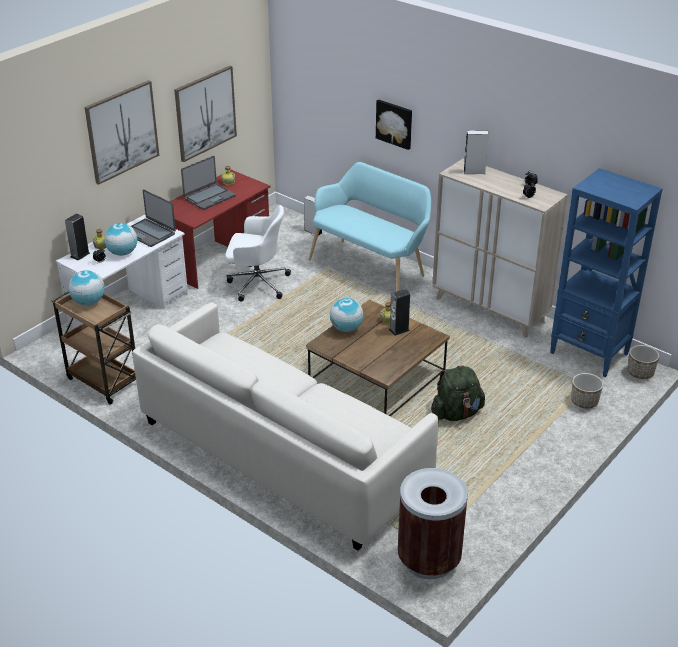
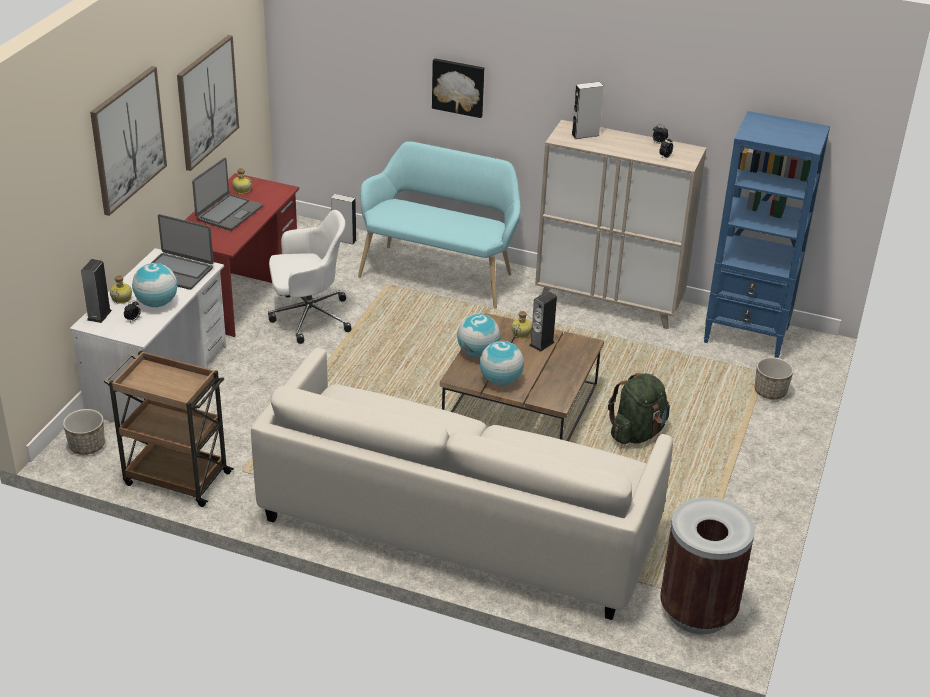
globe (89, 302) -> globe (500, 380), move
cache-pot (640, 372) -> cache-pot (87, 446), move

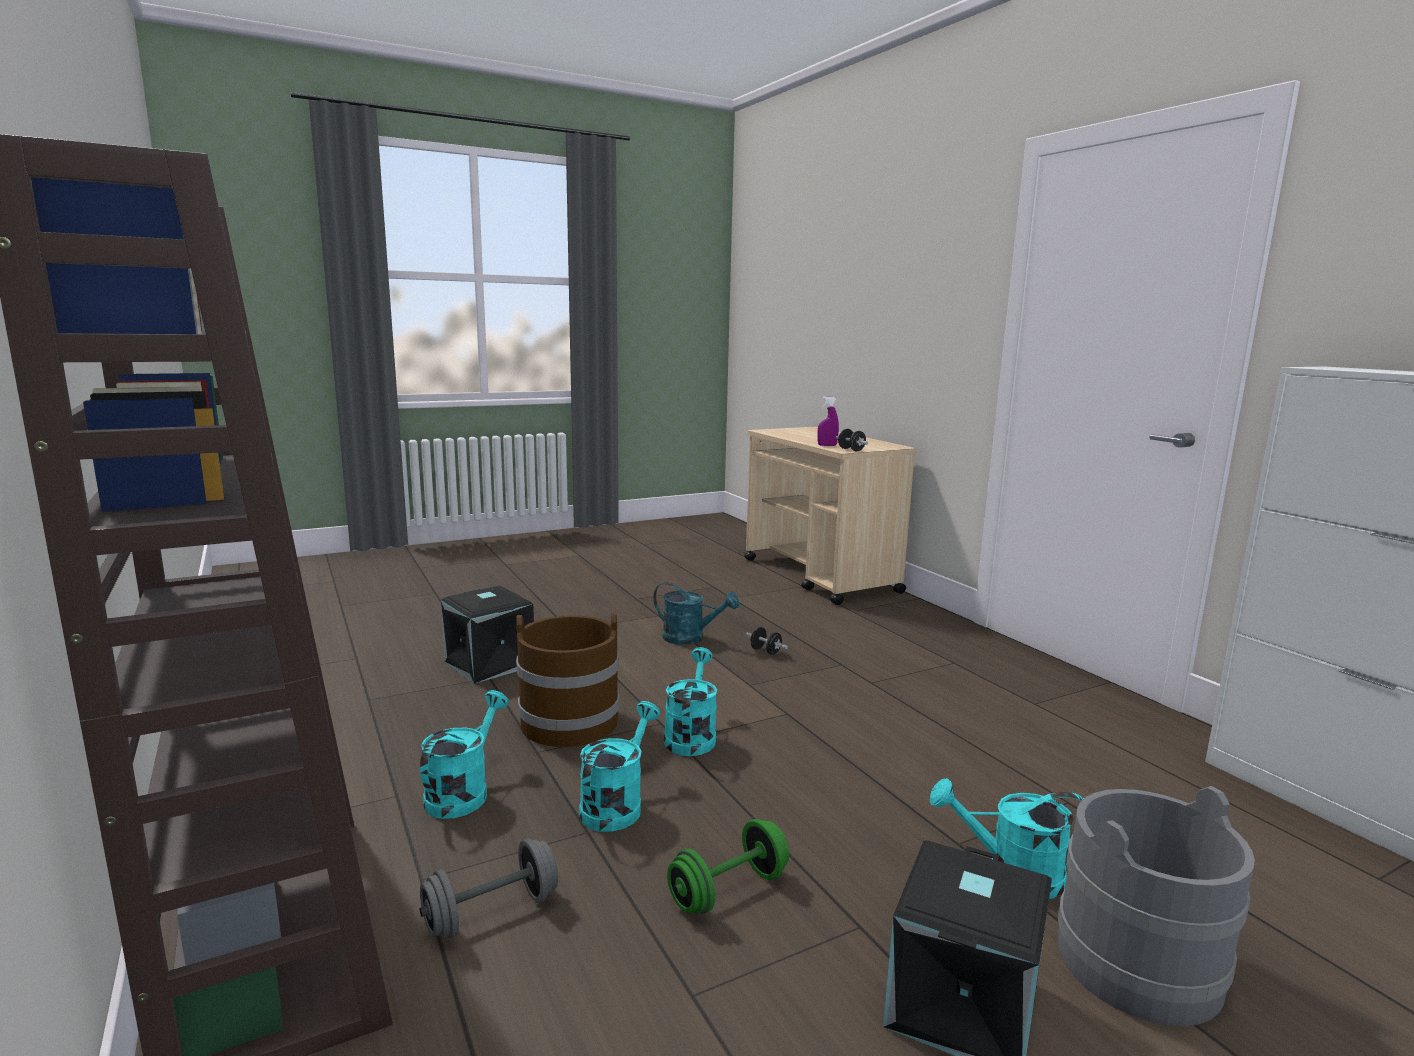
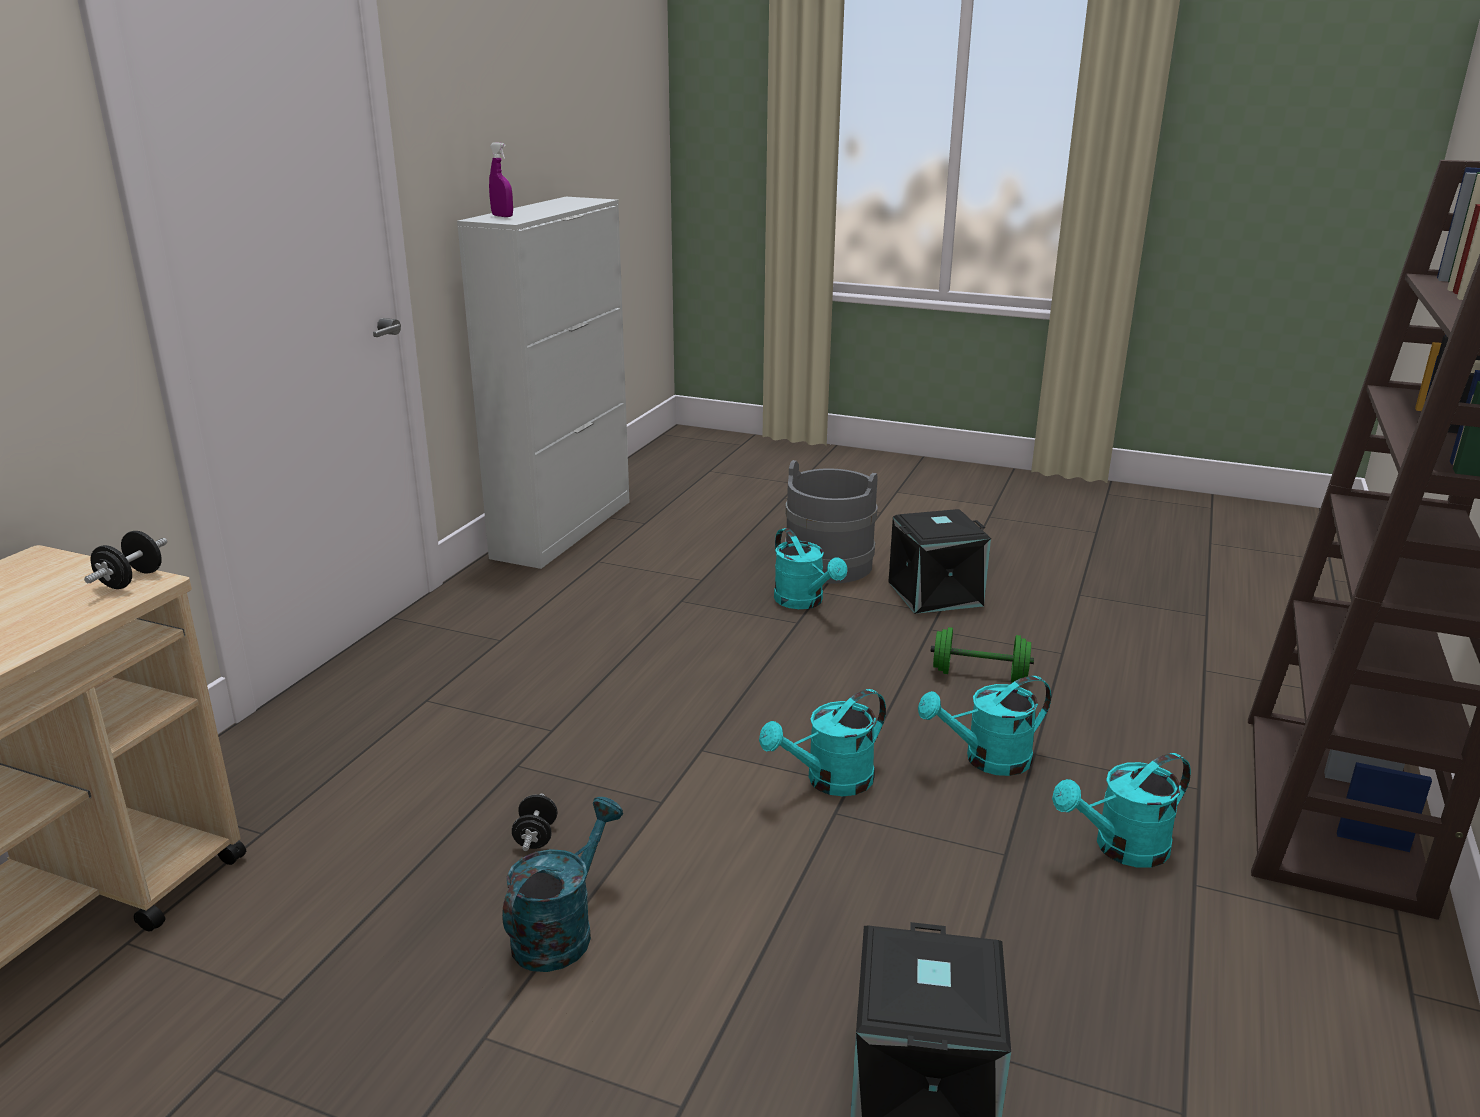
haltère (gris) (491, 913) -> none
seau (marron) (568, 722) -> none
vaporisateur (violet) (827, 445) -> vaporisateur (violet) (502, 216), move
arrosoir (turquoise) (690, 638) -> arrosoir (turquoise) (561, 930), 45 degrees clockwise

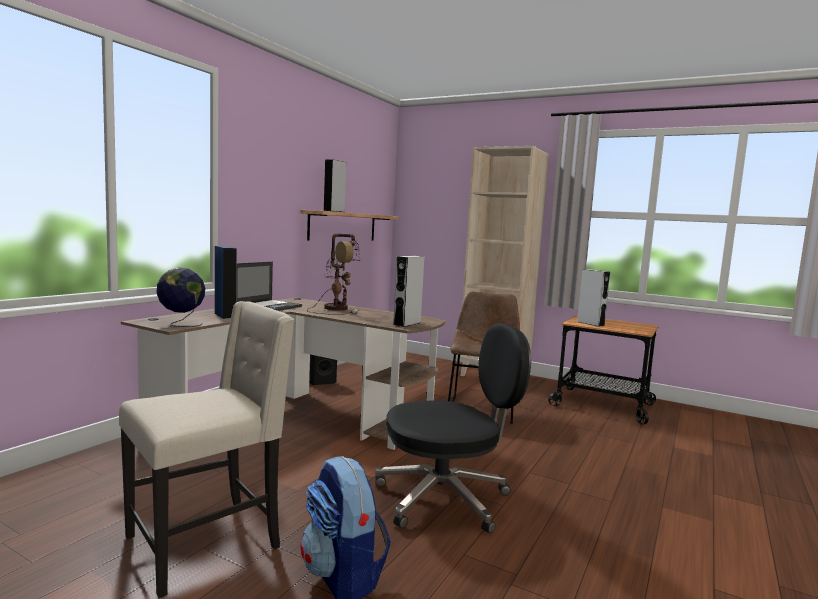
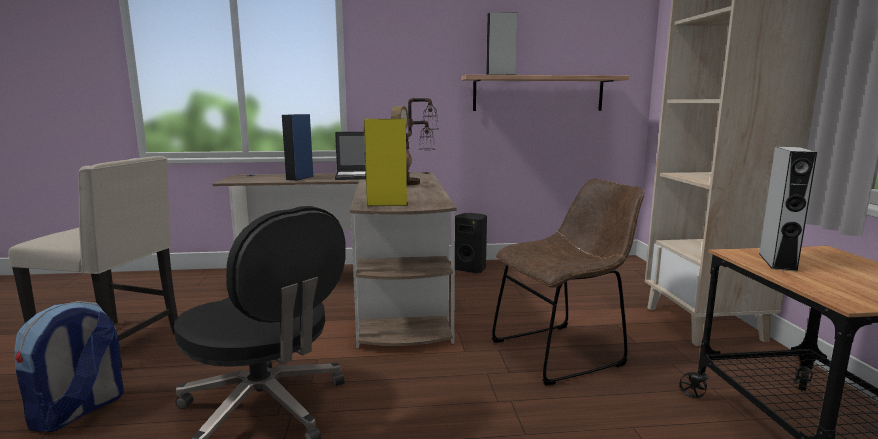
globe (181, 324) -> none
enceinte (gris) (407, 323) -> enceinte (jaune) (387, 204)

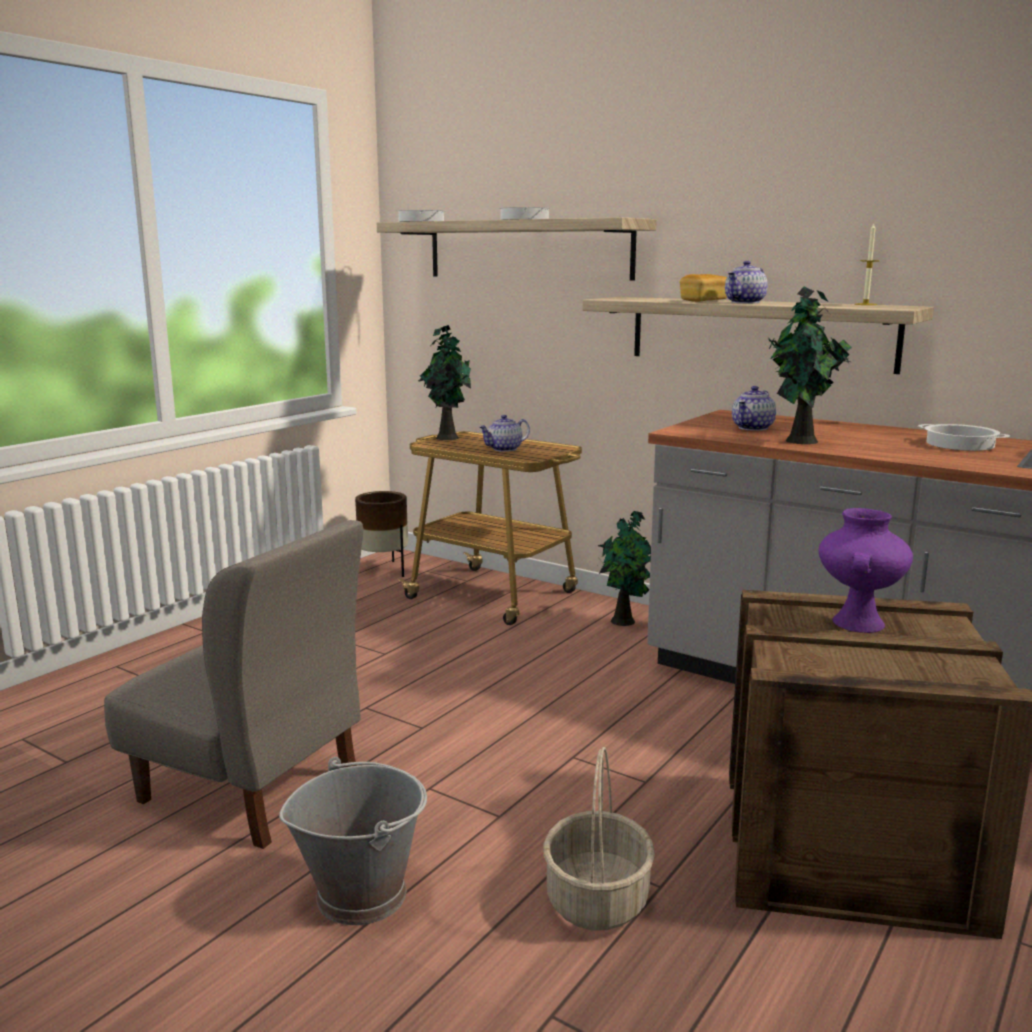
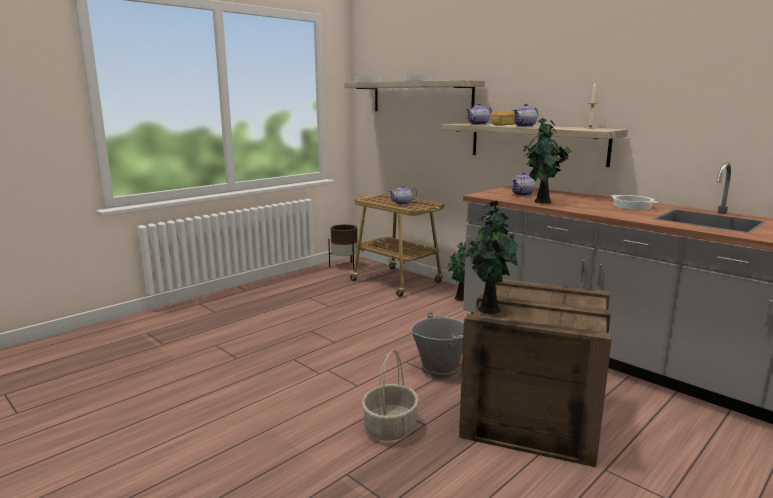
chaise (gris) (250, 788) -> none
vase (violet) (857, 622) -> none
none -> théière (478, 124)
seau (gris) (361, 894) -> seau (gris) (440, 370), move
plante en pot (446, 437) -> plante en pot (488, 308), move

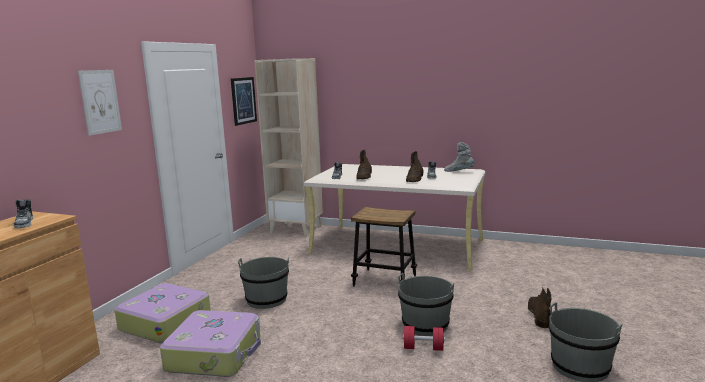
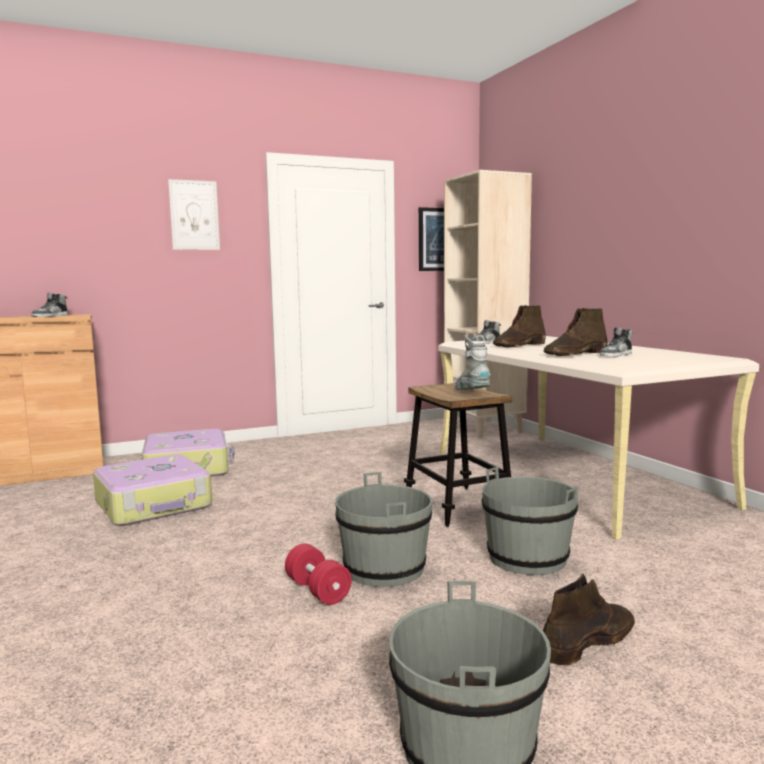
seau (gris) (266, 299) -> seau (gris) (527, 558), move
botte (gris) (458, 171) -> botte (gris) (472, 393), move

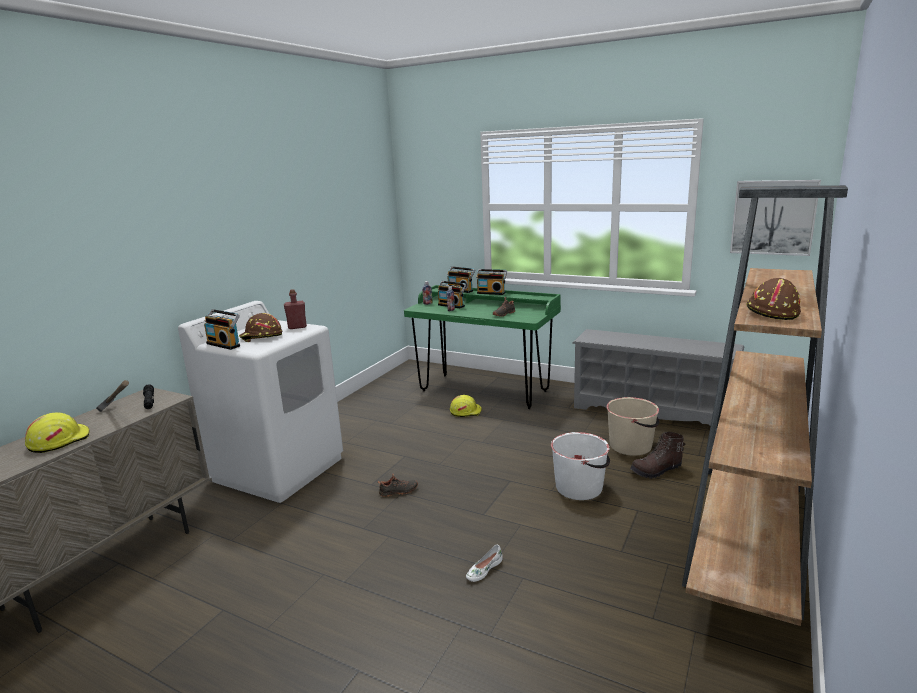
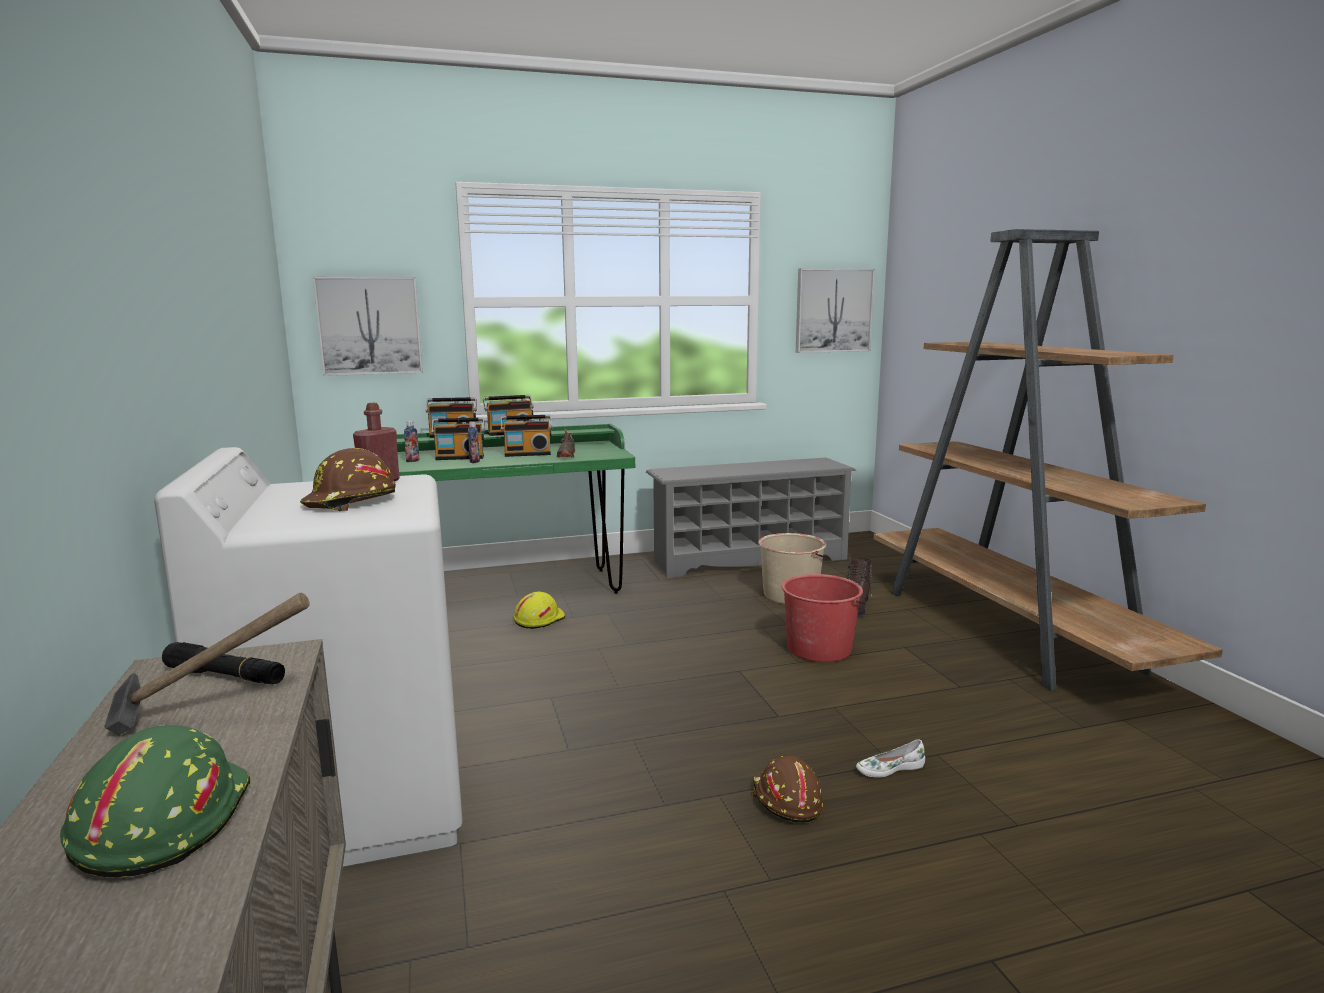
chaussure (noir) (399, 492) -> none
none -> tableau (369, 326)
radio (225, 344) -> radio (527, 454), move
casque de chantier (marron) (771, 312) -> casque de chantier (marron) (785, 801), move
casque de chantier (jaune) (59, 441) -> casque de chantier (vert) (161, 822)
seau (blanc) (579, 487) -> seau (rouge) (819, 649)
chaussure (blanc) (483, 569) -> chaussure (blanc) (889, 768), 75 degrees clockwise

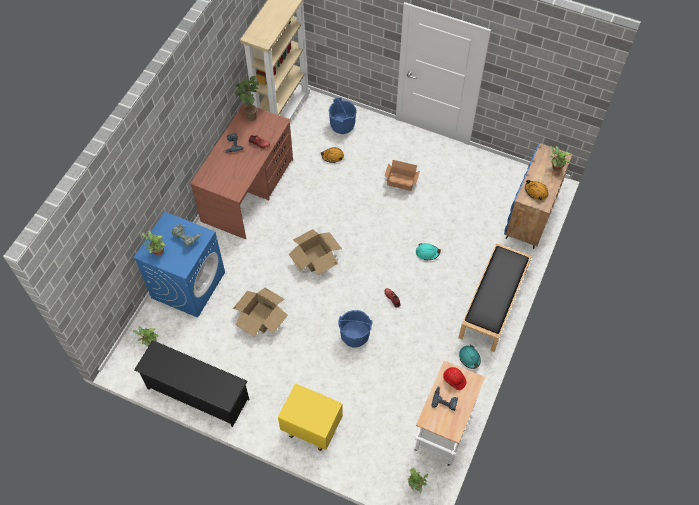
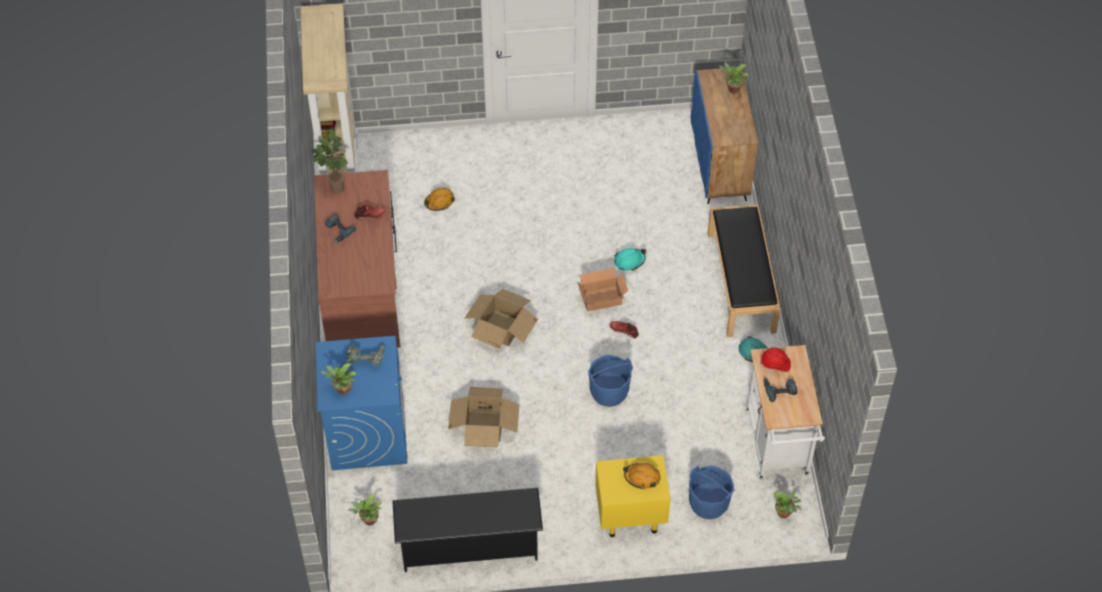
seau (bleu) (342, 125) -> seau (bleu) (708, 503), move
carton (401, 182) -> carton (602, 299), move
casque de chantier (orange) (536, 192) -> casque de chantier (orange) (642, 477), move

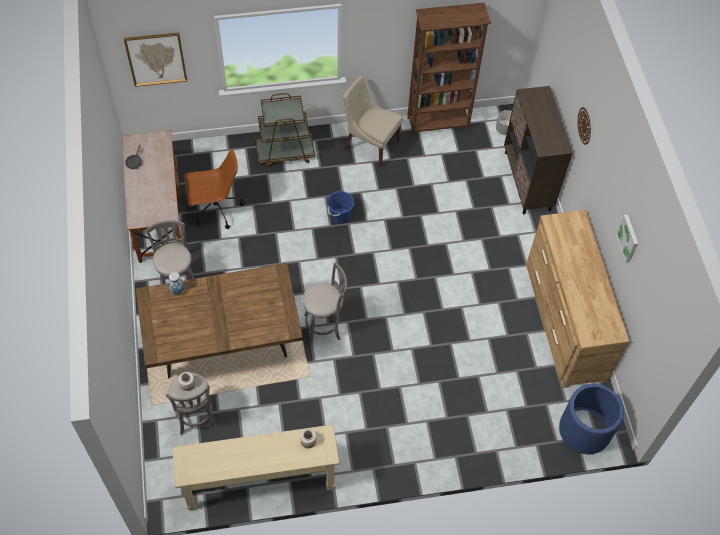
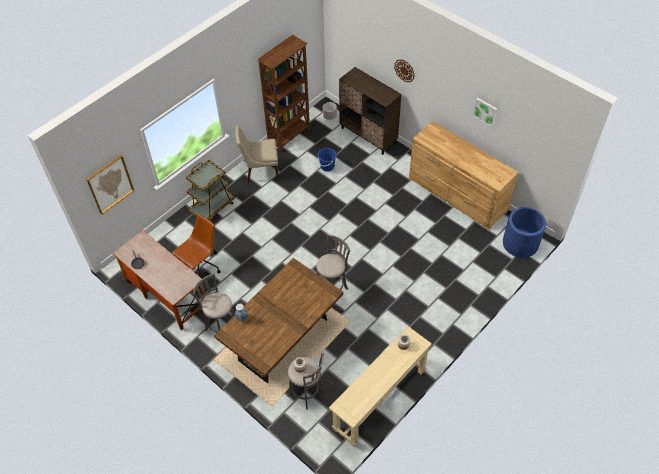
seau (bleu) (340, 216) -> seau (bleu) (327, 166), move

